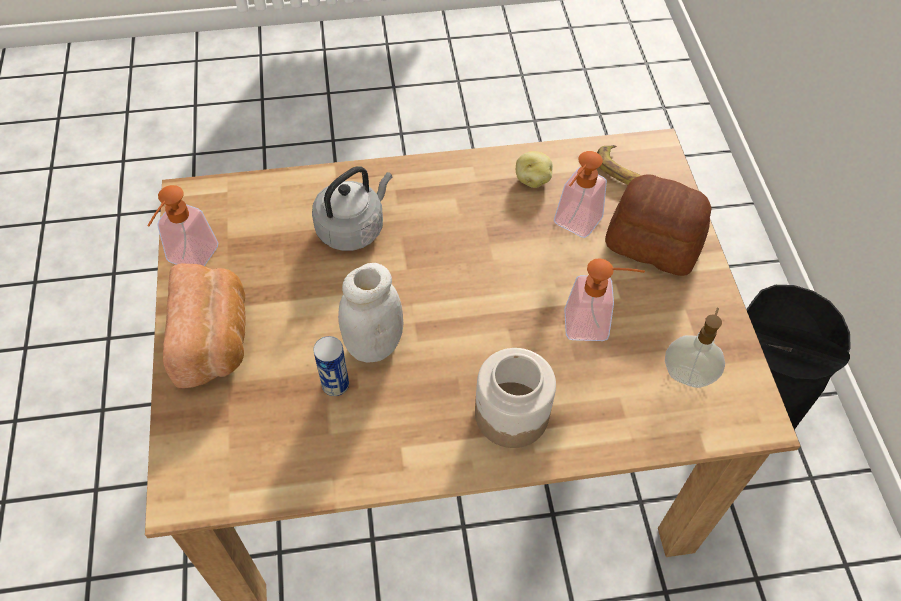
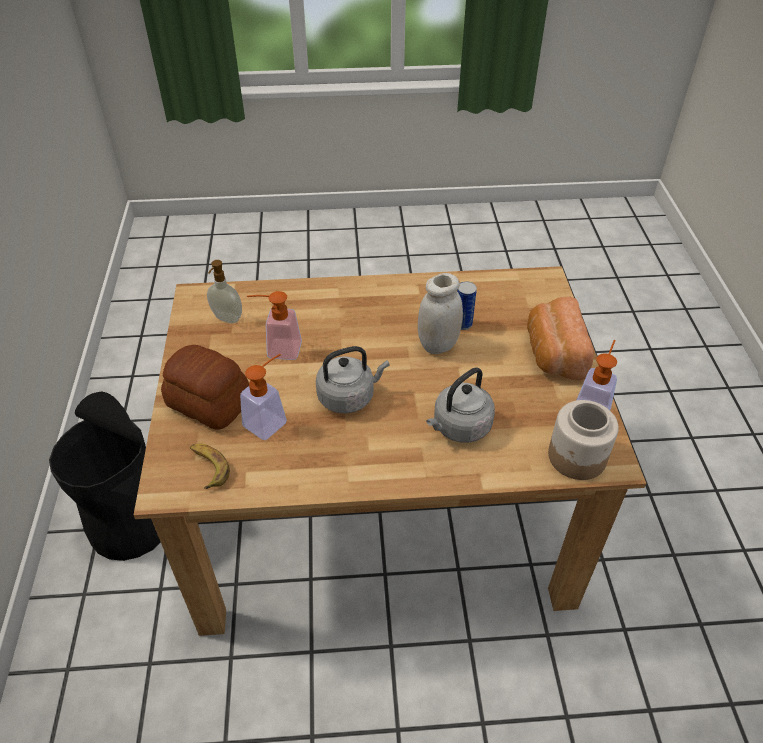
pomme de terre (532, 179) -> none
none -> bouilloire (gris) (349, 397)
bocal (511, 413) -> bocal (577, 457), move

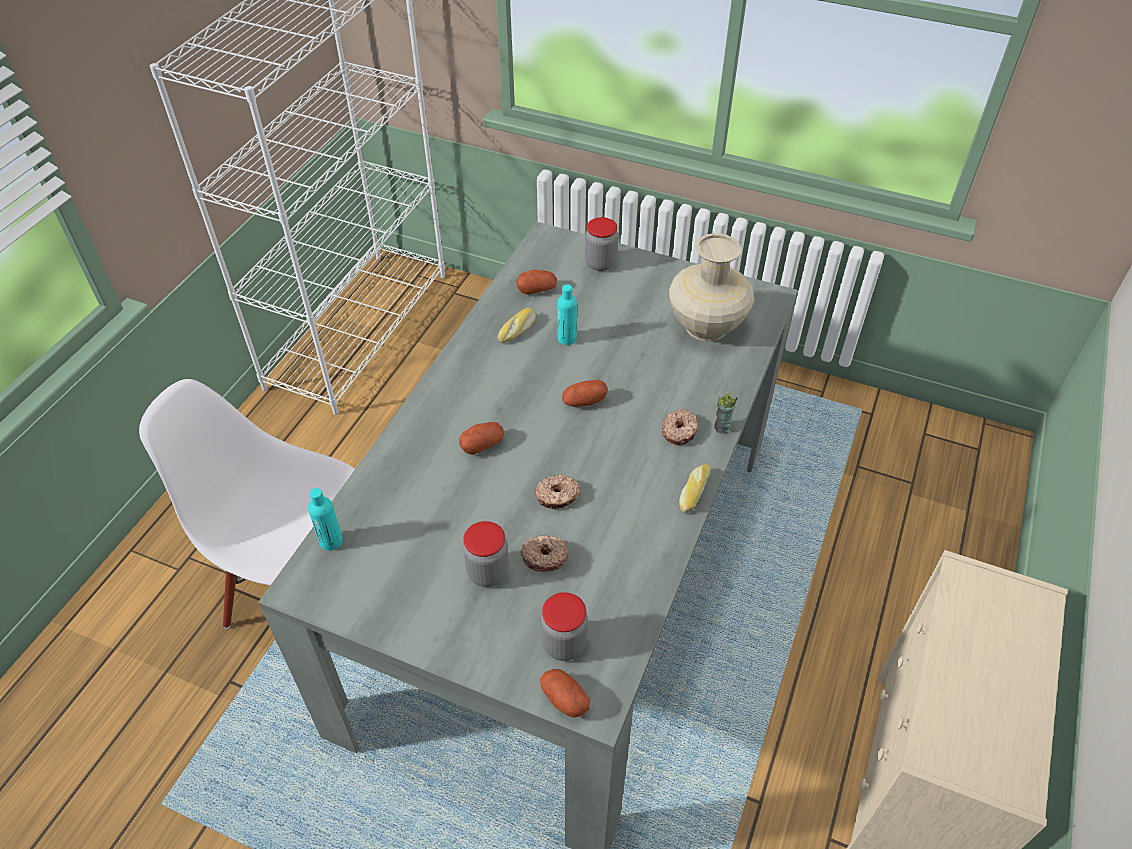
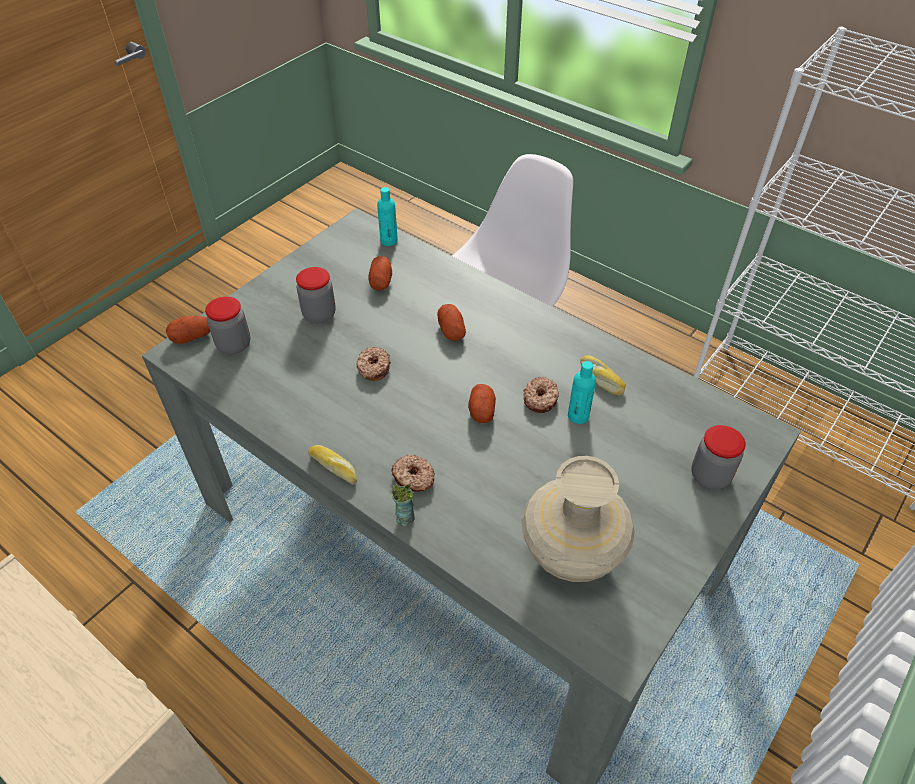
pomme de terre (537, 289) -> pomme de terre (381, 281), move
beignet (544, 556) -> beignet (541, 399), move

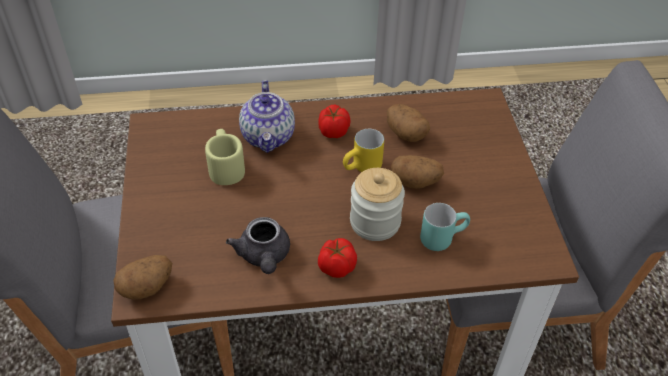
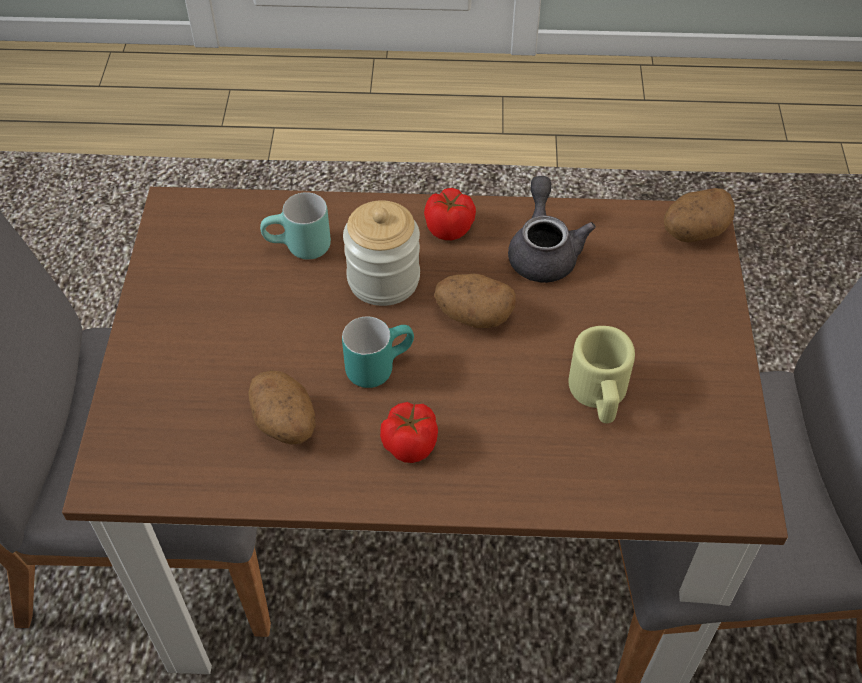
théière (269, 137) -> none
pomme de terre (415, 182) -> pomme de terre (473, 315), move
mug (jaune) (363, 169) -> mug (turquoise) (378, 364)

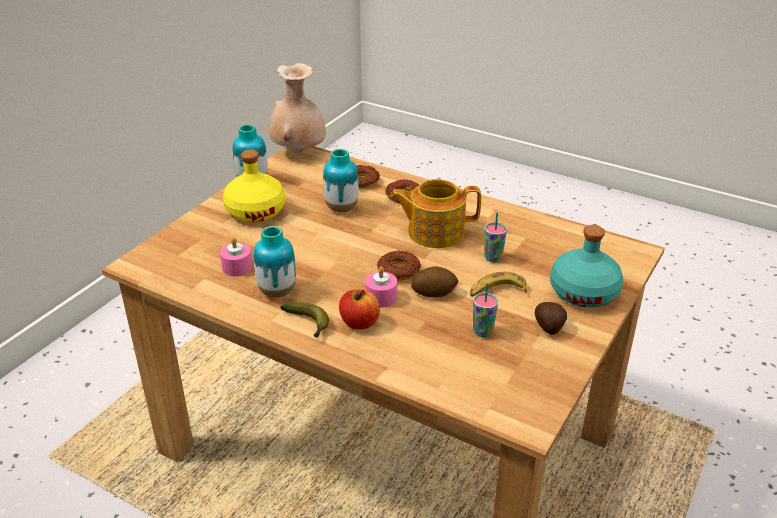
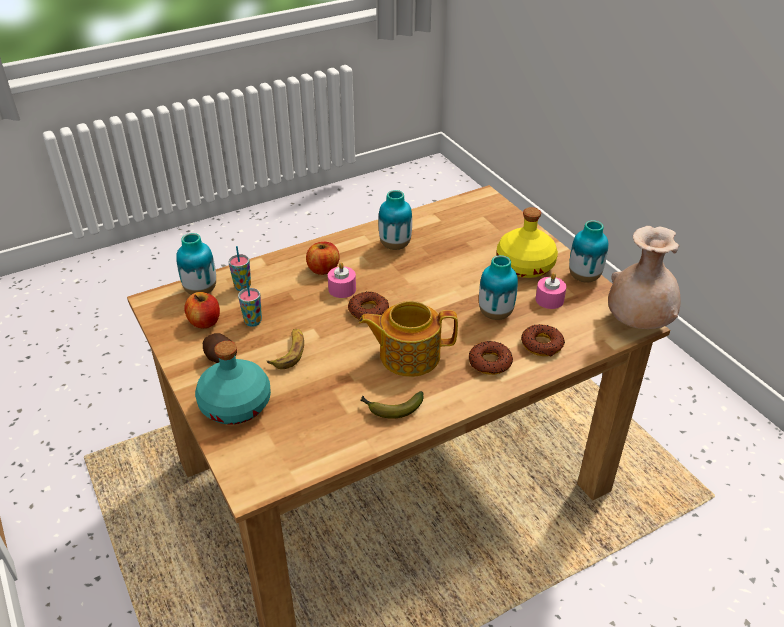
pomme de terre (434, 292) -> none
none -> vase (201, 290)
none -> pomme (204, 322)
bougie (rose) (237, 267) -> bougie (rose) (549, 300), move
banane (308, 324) -> banane (391, 408), move
tasse (493, 258) -> tasse (242, 287), move
théière (434, 232) -> théière (408, 355), 120 degrees counterclockwise

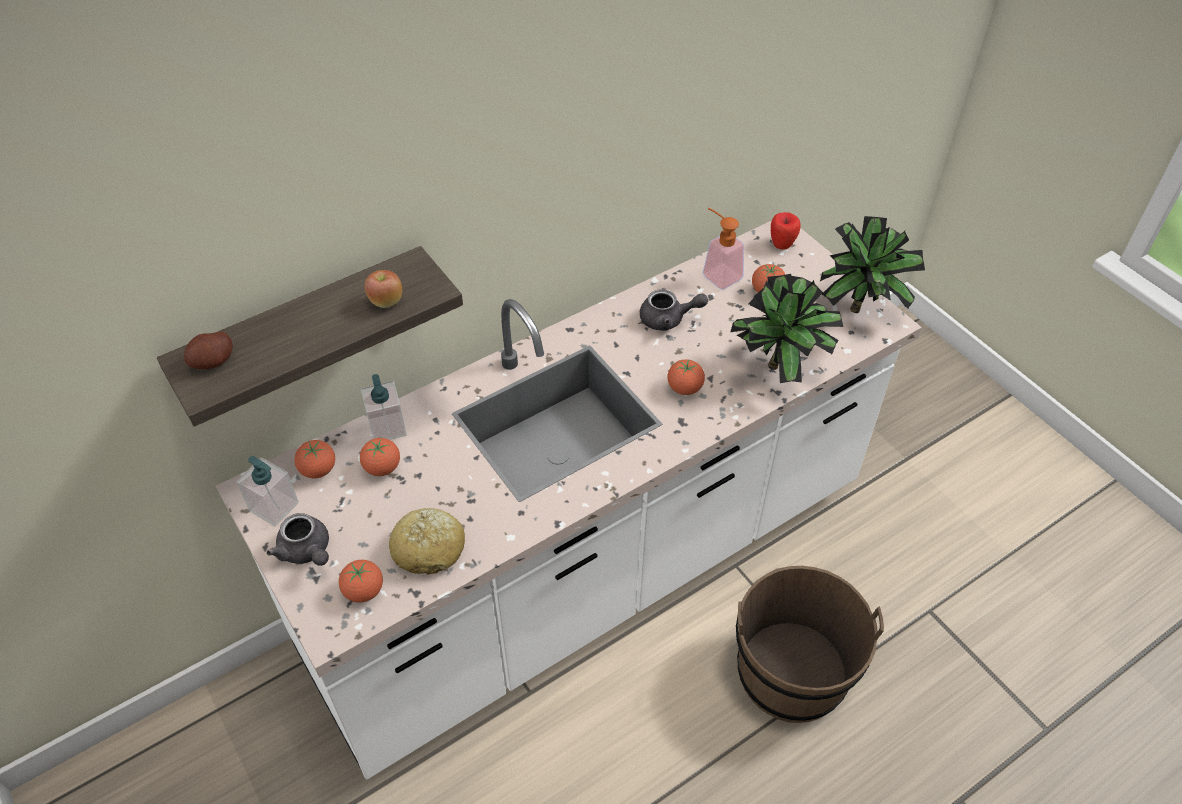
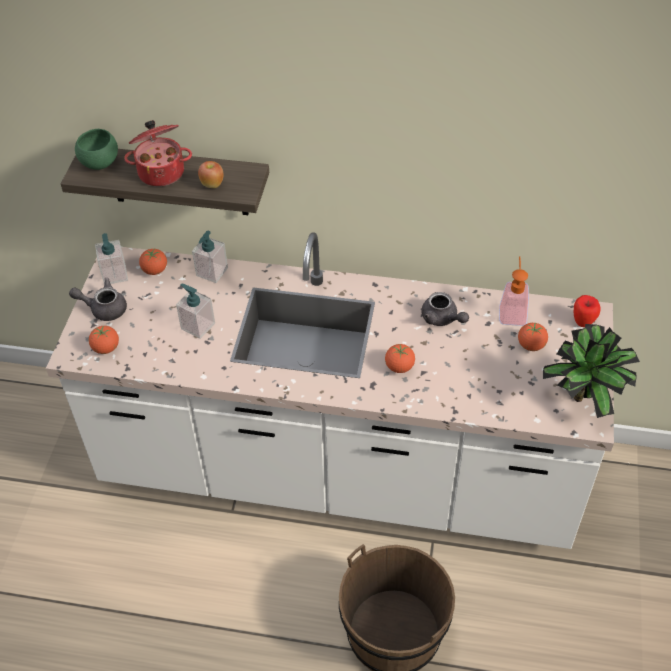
tomate (382, 467) -> none
pain (429, 549) -> none
plante en pot (780, 369) -> none
none -> marmite (161, 171)
none -> distributeur de savon (198, 326)
pomme de terre (213, 361) -> bol (vert) (100, 163)
théière (gris) (307, 551) -> théière (gris) (104, 308), 90 degrees clockwise

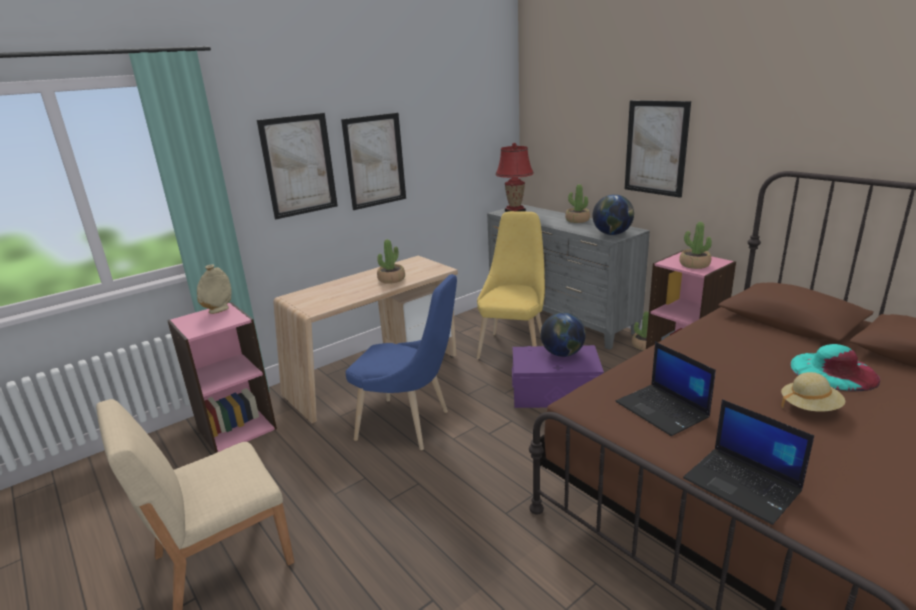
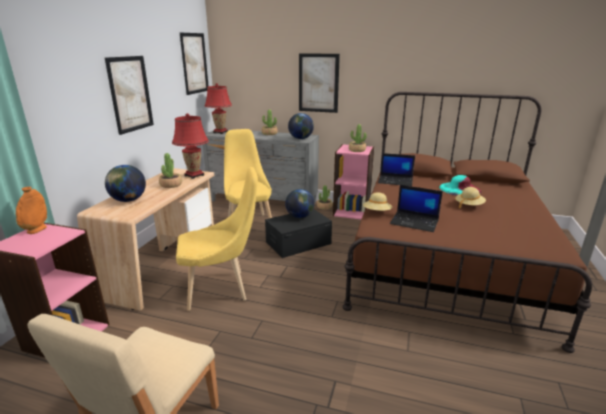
none -> globe (128, 200)
none -> lampe de table (rouge) (194, 175)
none -> chapeau (beige) (377, 212)
tableau (299, 165) -> tableau (194, 63), move
ordinateur portable (743, 485) -> ordinateur portable (396, 181), move
vase (beige) (218, 310) -> vase (orange) (37, 230)
chaise (bleu) (409, 426) -> chaise (jaune) (221, 288)
boîte de rangement (violet) (555, 392) -> boîte de rangement (noir) (298, 243)

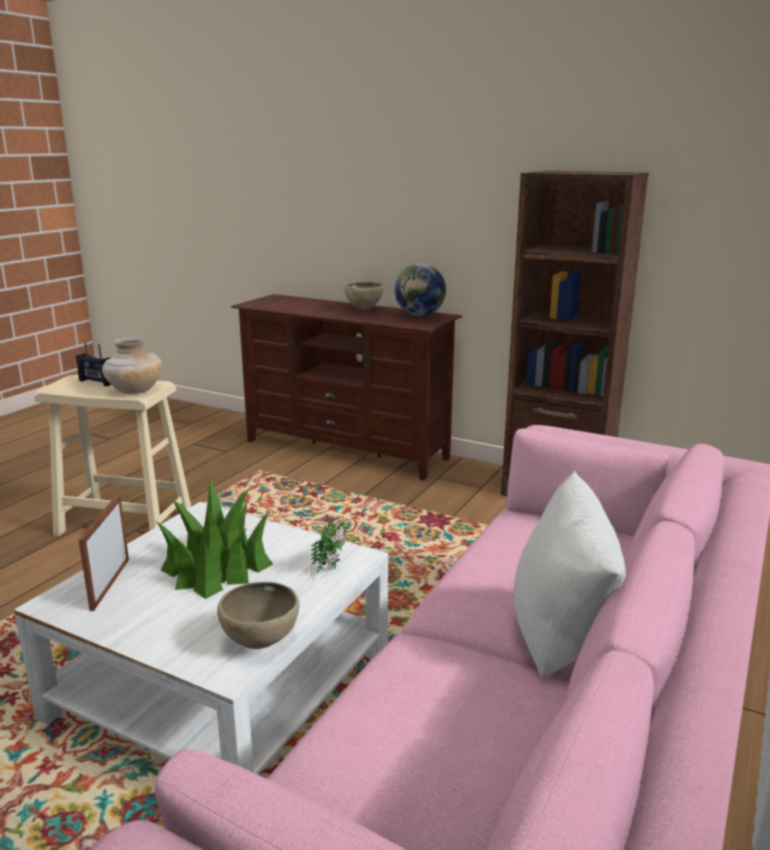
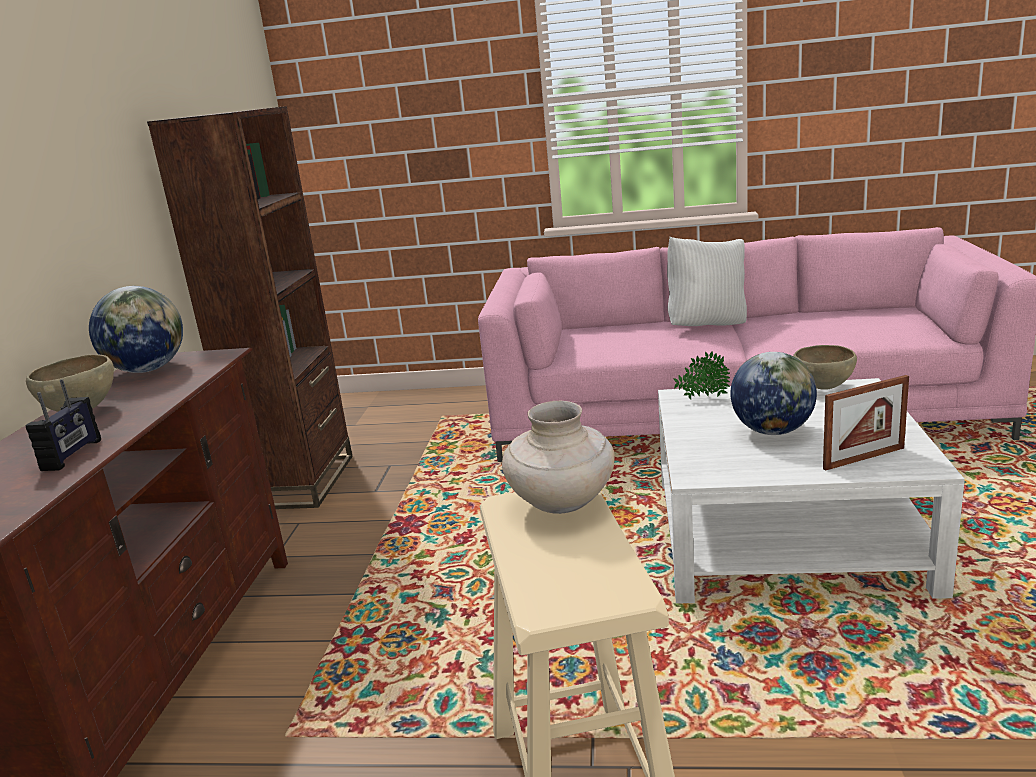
radio (96, 382) -> radio (73, 455), move
plante en pot (216, 568) -> globe (772, 431)

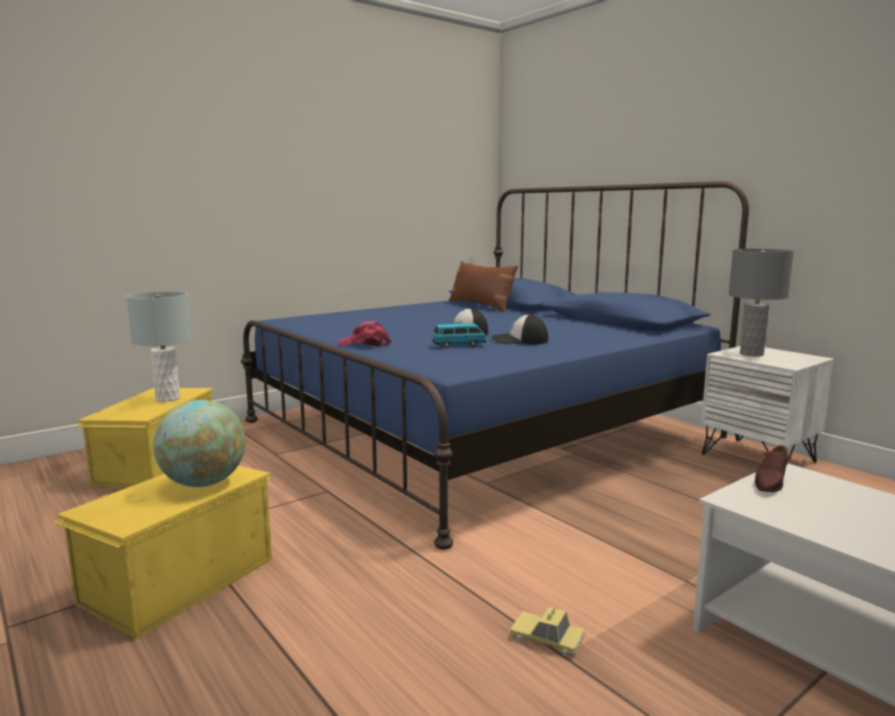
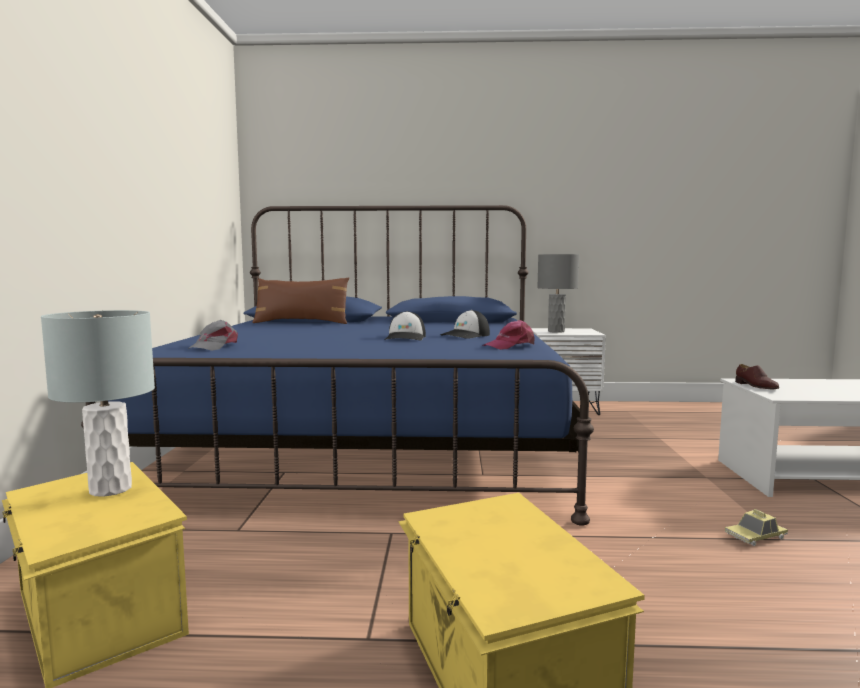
globe (204, 483) -> none
petite voiture (459, 345) -> none
none -> casquette (gris) (214, 346)
casquette (rose) (365, 344) -> casquette (rose) (510, 346), move

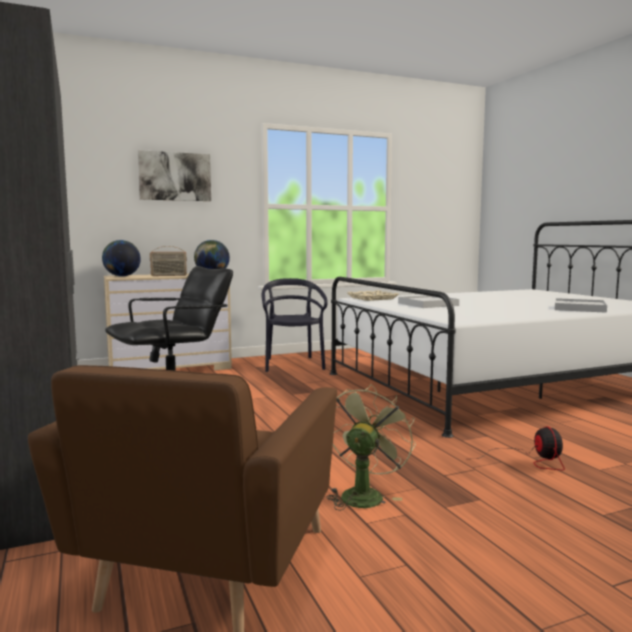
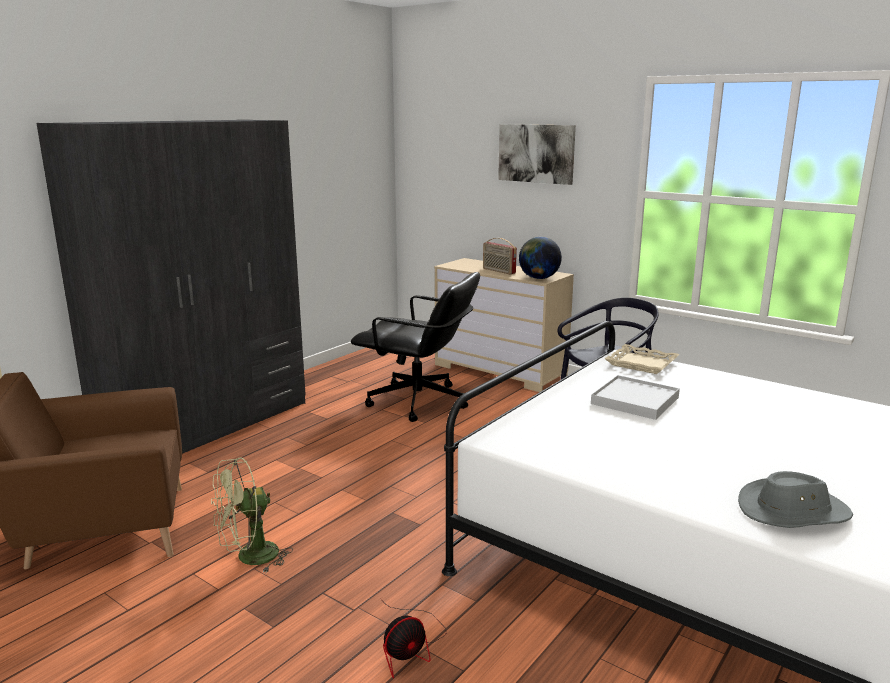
globe (122, 276) -> none
plateau (blanc) (579, 308) -> chapeau (gris) (793, 511)
ventilateur (vert) (364, 494) -> ventilateur (vert) (249, 558), 150 degrees clockwise

